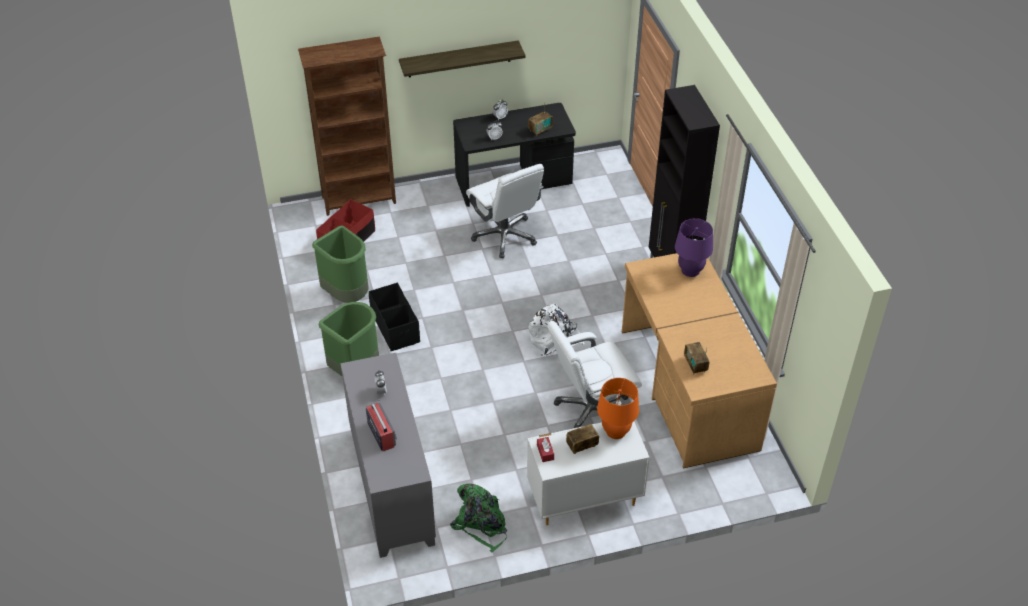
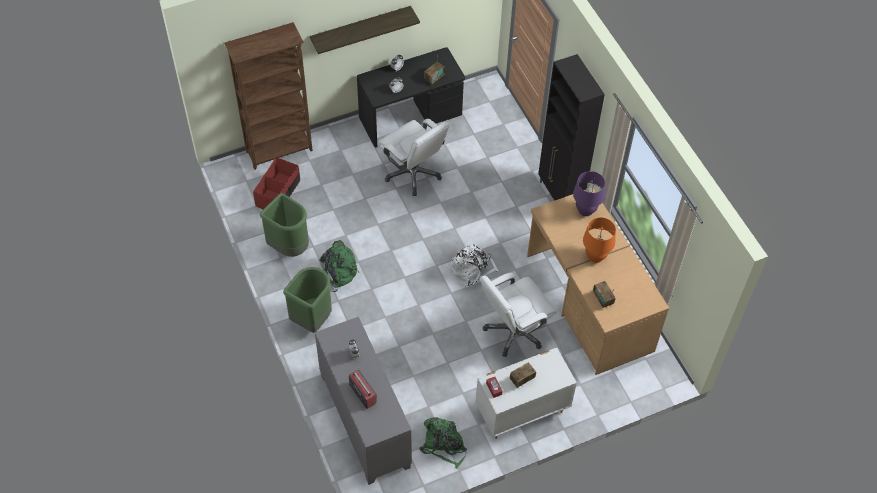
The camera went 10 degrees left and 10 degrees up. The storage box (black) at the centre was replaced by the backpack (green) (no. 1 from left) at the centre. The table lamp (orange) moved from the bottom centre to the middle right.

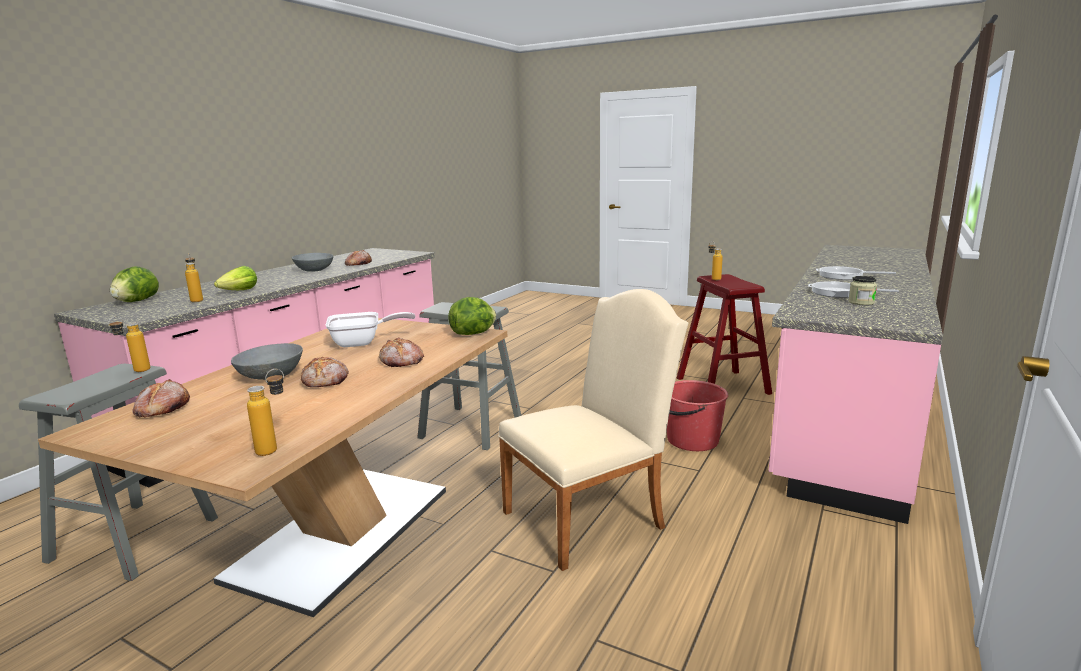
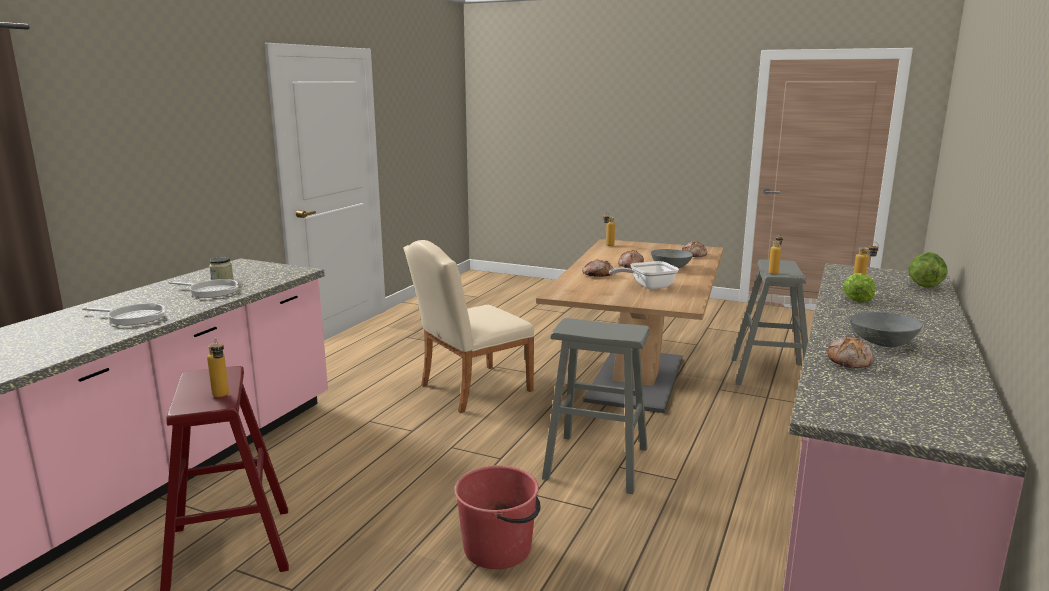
The camera went 175 degrees right and 0 degrees up. The lettuce (no. 3 from left) at the centre disappeared. The bucket (red) moved from the centre to the bottom centre.

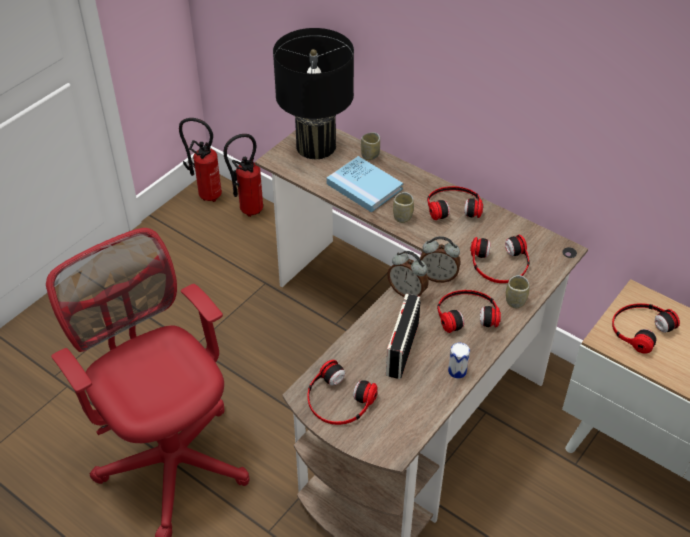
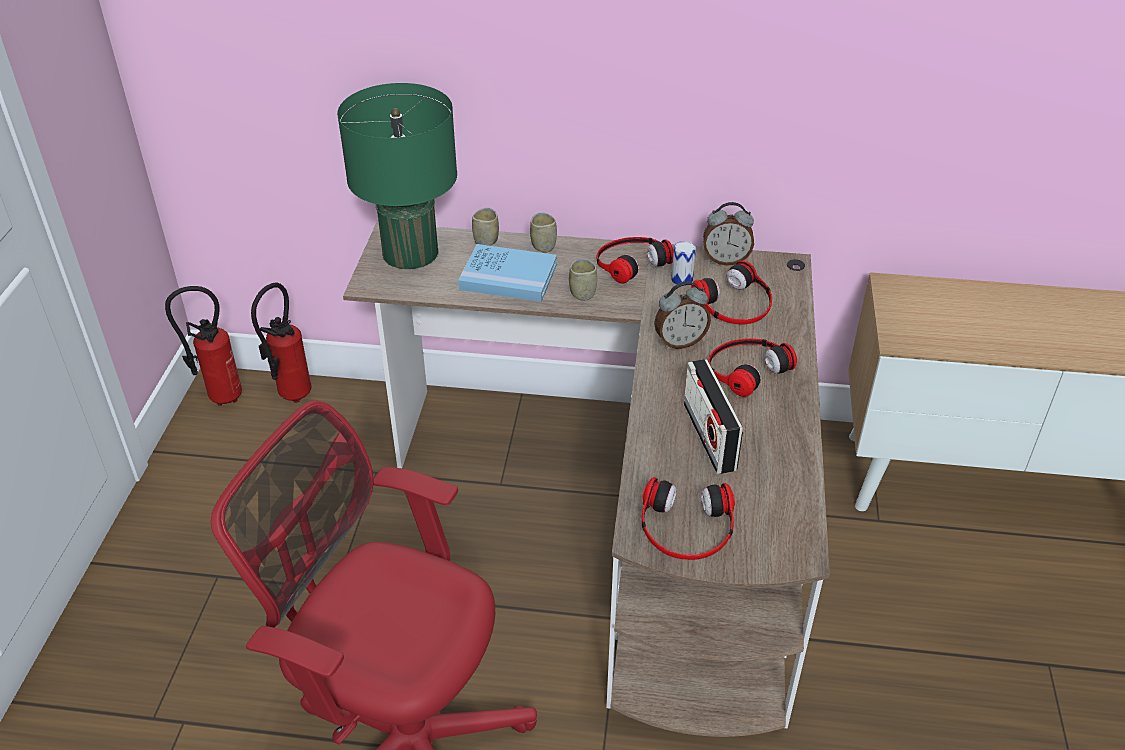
The camera went 30 degrees left and 5 degrees down. The table lamp (black) at the top centre became the table lamp (green) at the top centre. The alarm clock (no. 1 from left in the first image) moved from the centre to the top centre. The cup (no. 3 from left in the first image) moved from the middle right to the top centre. The headphones (no. 5 from left) at the middle right disappeared. The can moved from the bottom centre to the centre.

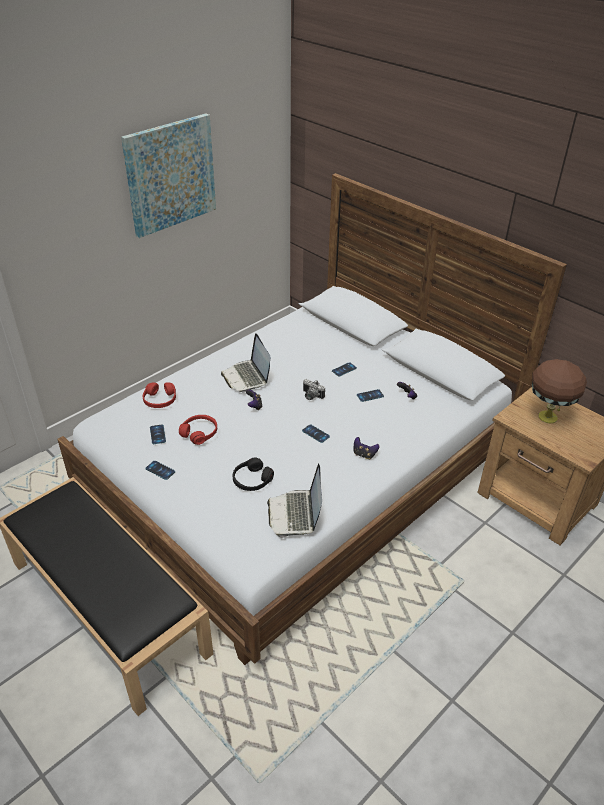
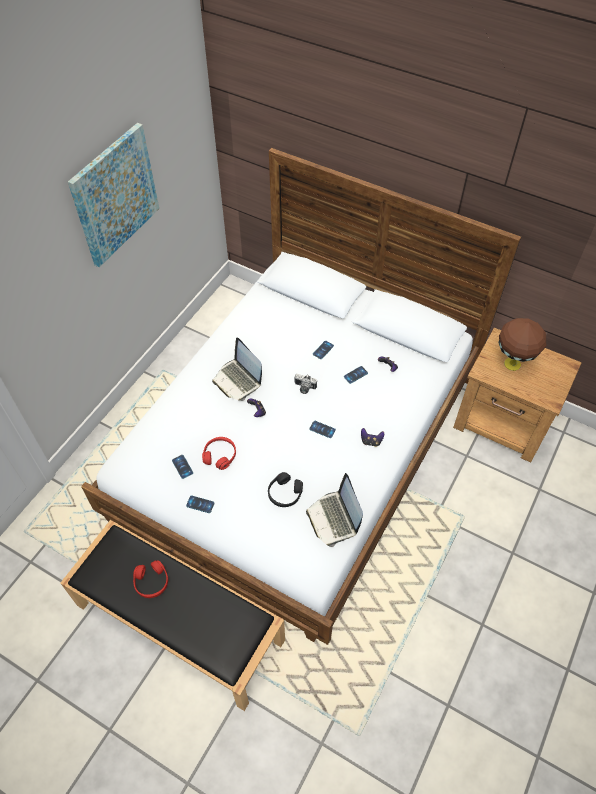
The camera went 15 degrees left and 15 degrees up. The headphones (red) (no. 1 from left) moved from the middle left to the bottom left.

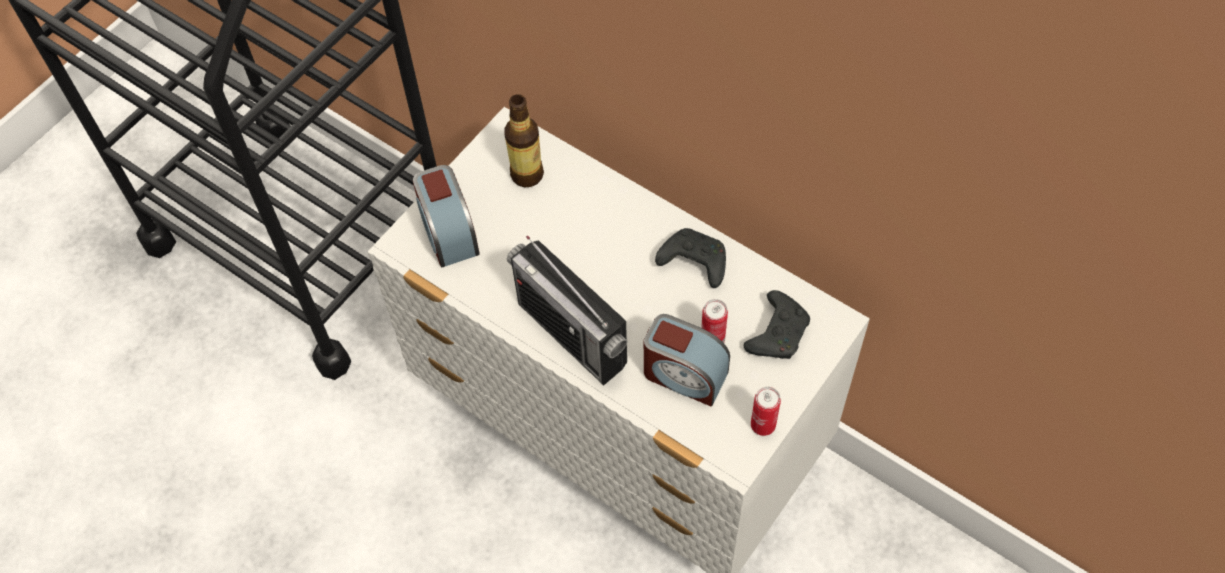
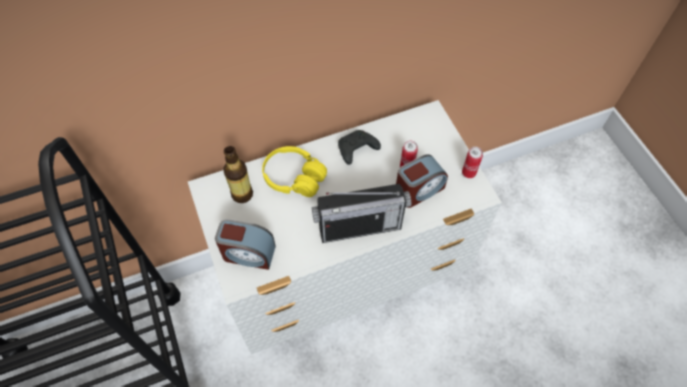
The camera went 60 degrees left and 0 degrees up. The game controller (black) (no. 2 from left) at the centre disappeared. The headphones (yellow) at the centre appeared.

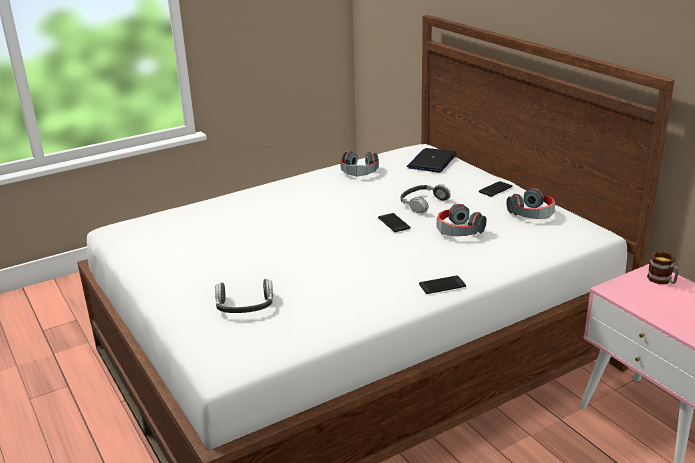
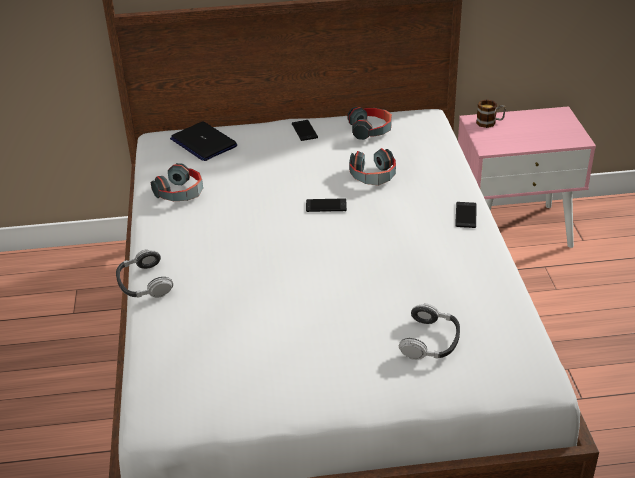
The camera went 65 degrees left and 10 degrees up. The headphones (no. 3 from left in the first image) moved from the centre to the middle left.

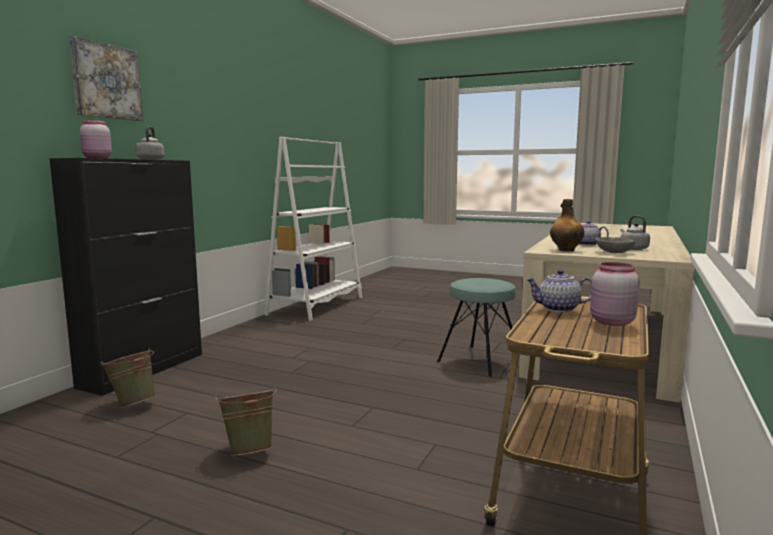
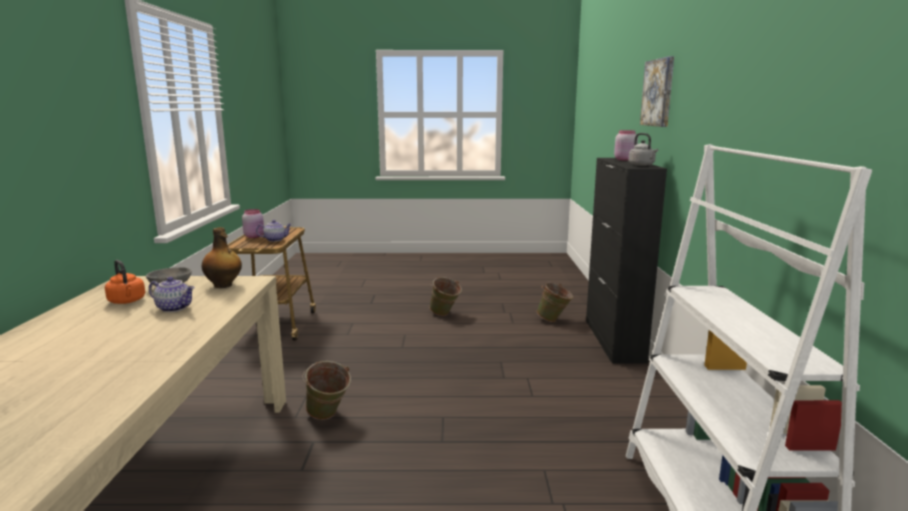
The camera went 155 degrees right and 5 degrees up. The kettle (grey) (no. 2 from left) at the middle right became the kettle (orange) at the middle left. The stool (turquoise) at the centre was replaced by the bucket (green) (no. 1 from left) at the bottom centre.

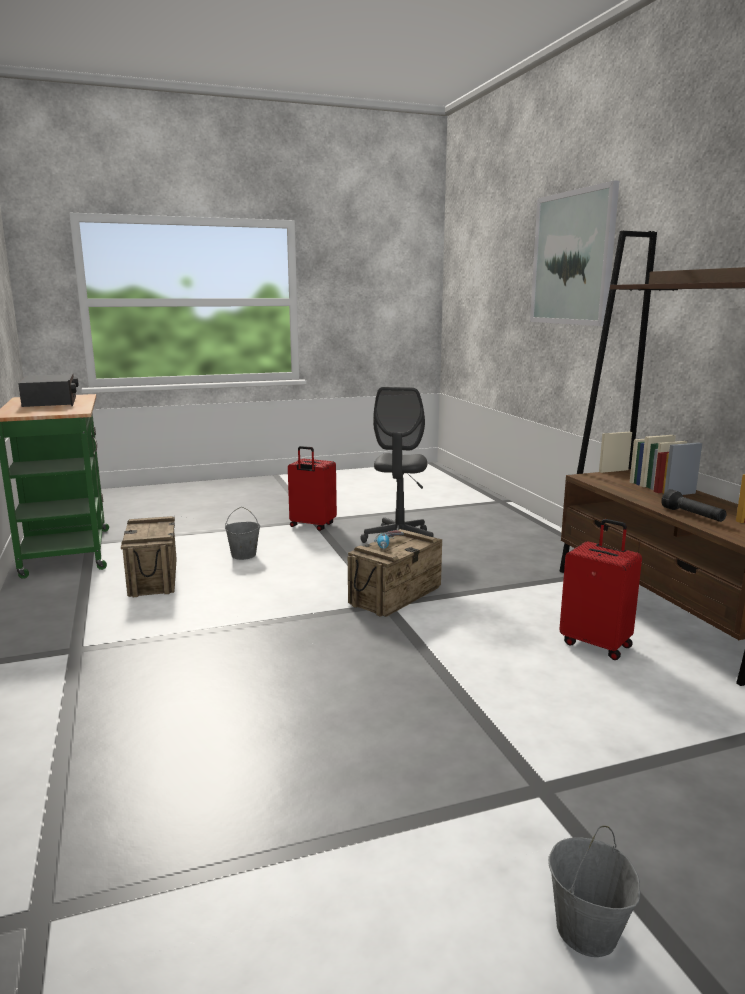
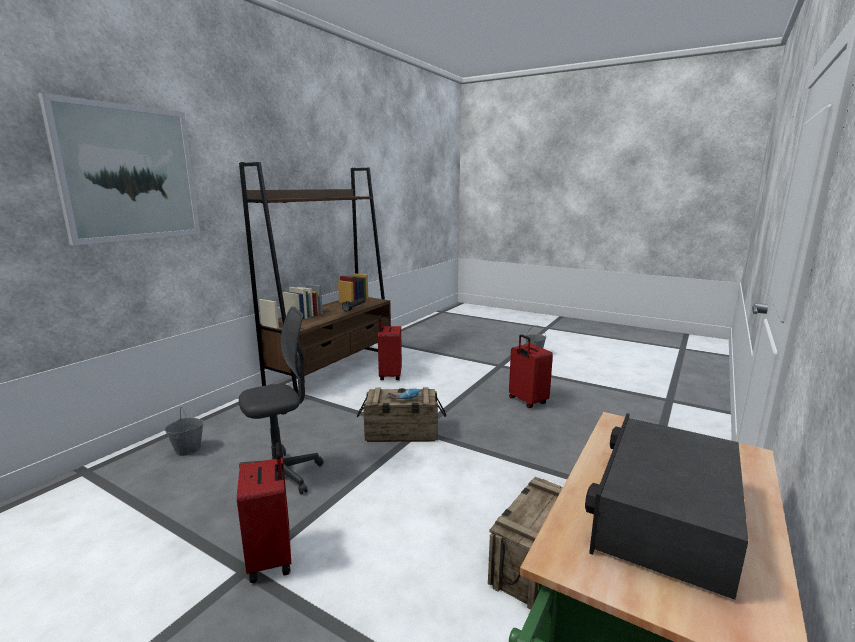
The camera went 130 degrees left and 0 degrees up. The bucket (grey) (no. 1 from left) moved from the middle left to the bottom left. The suitcase (red) (no. 3 from left) at the centre appeared.

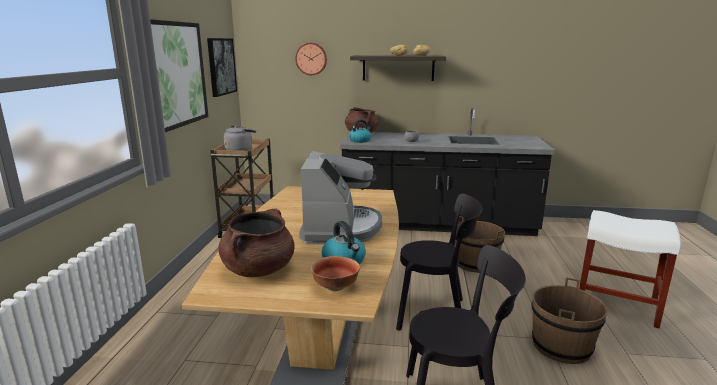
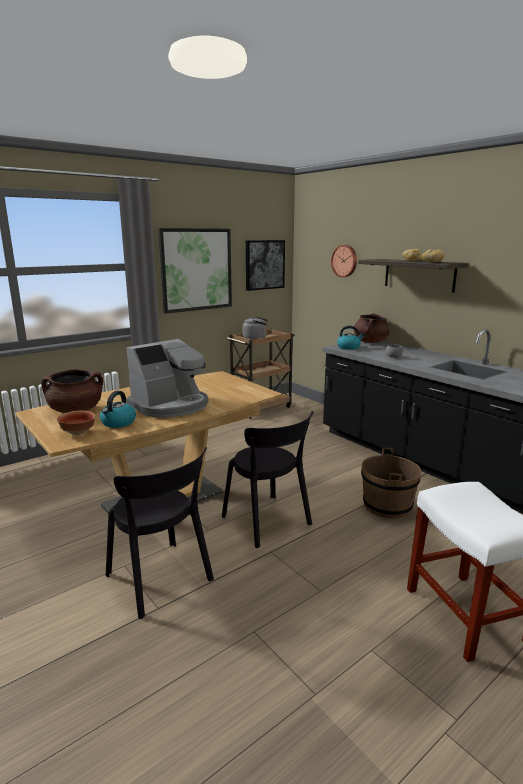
The camera went 45 degrees right and 0 degrees up. The bucket (brown) (no. 2 from left) at the bottom right disappeared.

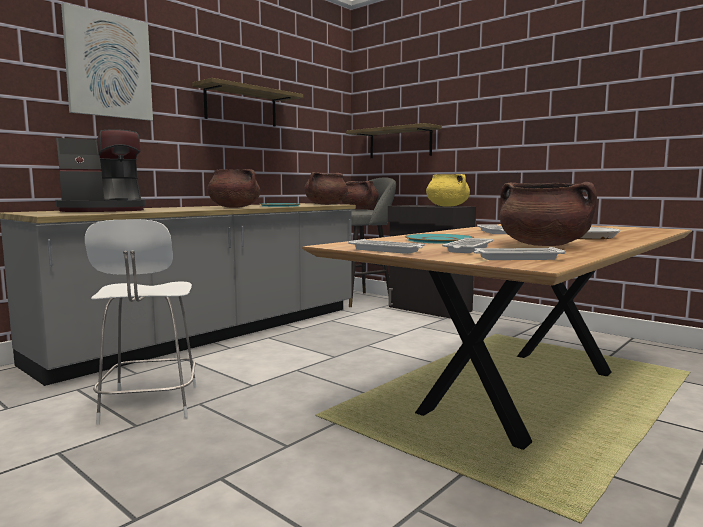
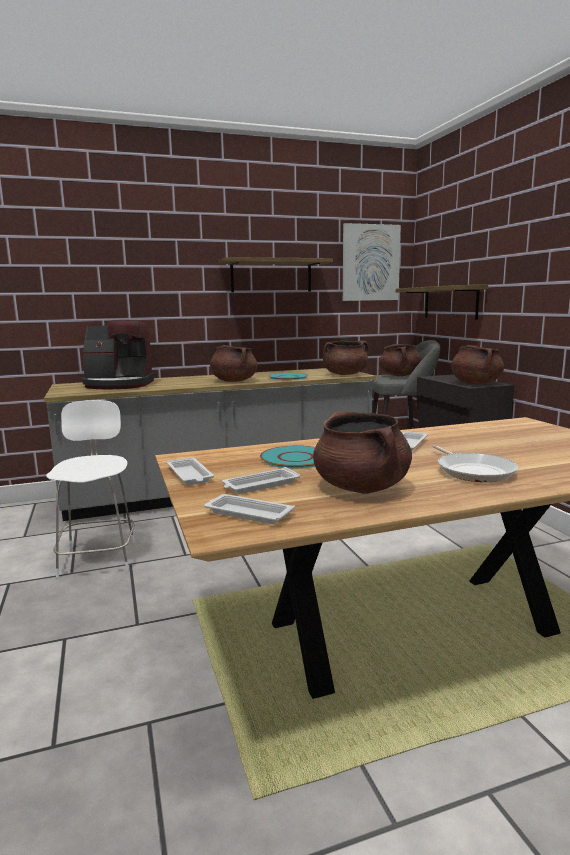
The camera went 30 degrees right and 5 degrees up. The picture moved from the top left to the top centre. The cooking pot (yellow) at the centre became the cooking pot (brown) (no. 5 from left) at the middle right. The chair (white) at the middle left turned 150 degrees clockwise.

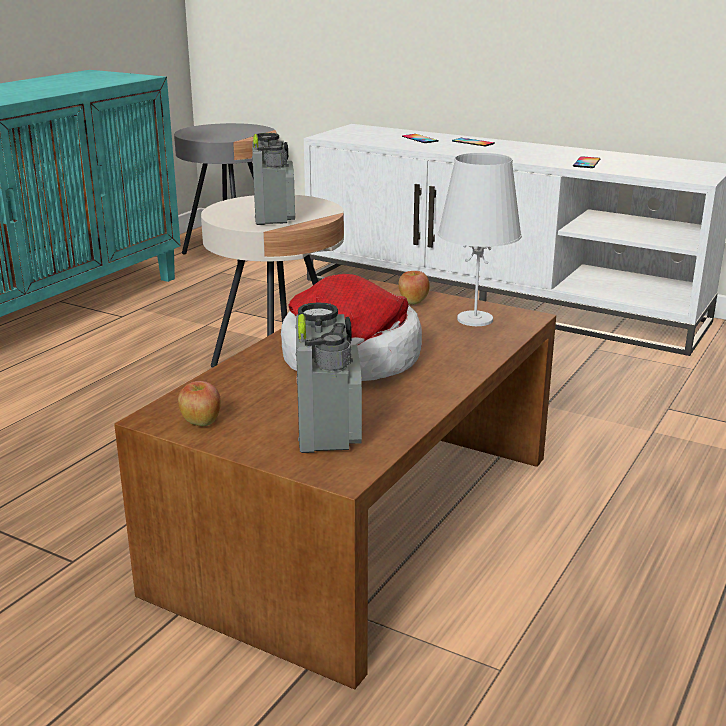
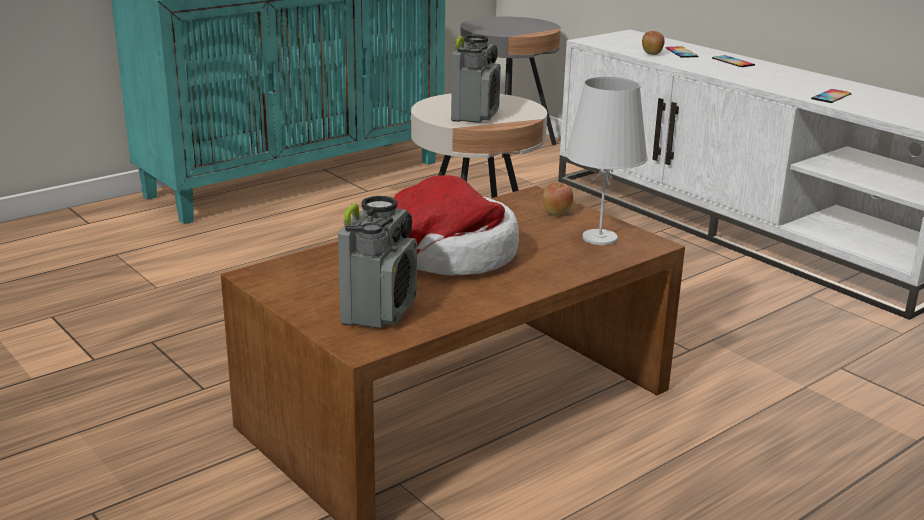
The camera went 20 degrees right and 0 degrees up. The apple (no. 1 from left in the first image) moved from the middle left to the top right.

